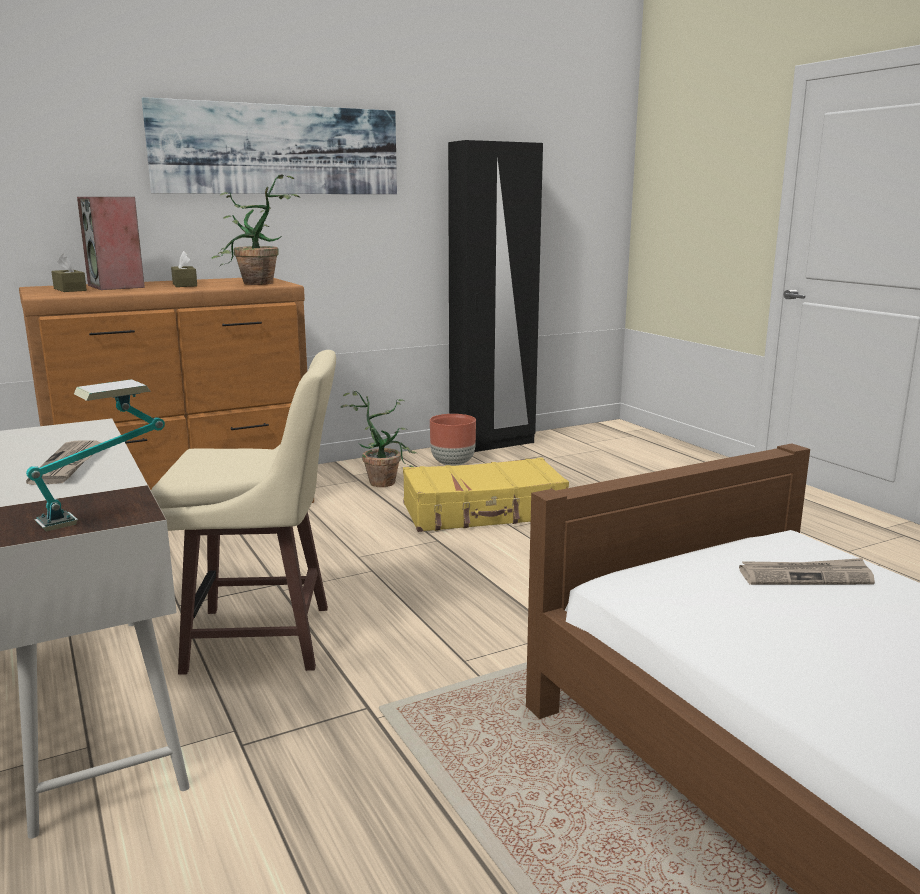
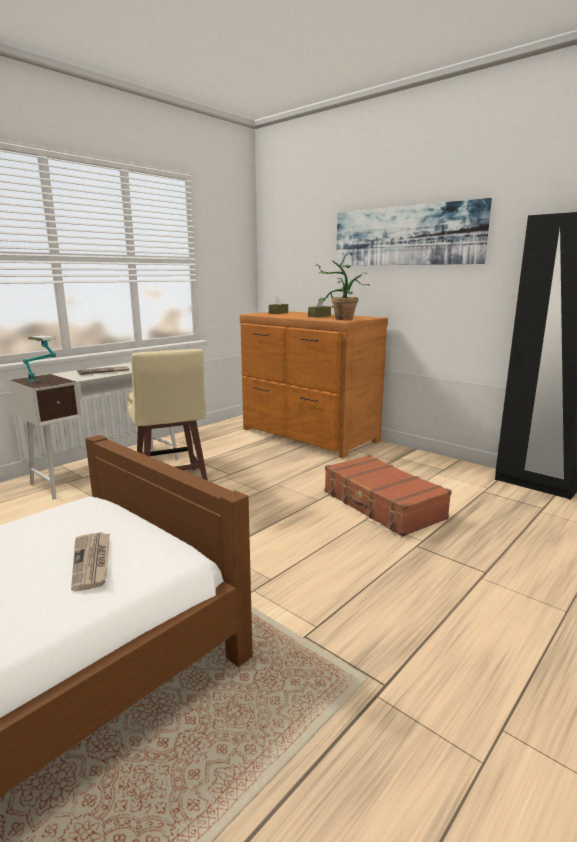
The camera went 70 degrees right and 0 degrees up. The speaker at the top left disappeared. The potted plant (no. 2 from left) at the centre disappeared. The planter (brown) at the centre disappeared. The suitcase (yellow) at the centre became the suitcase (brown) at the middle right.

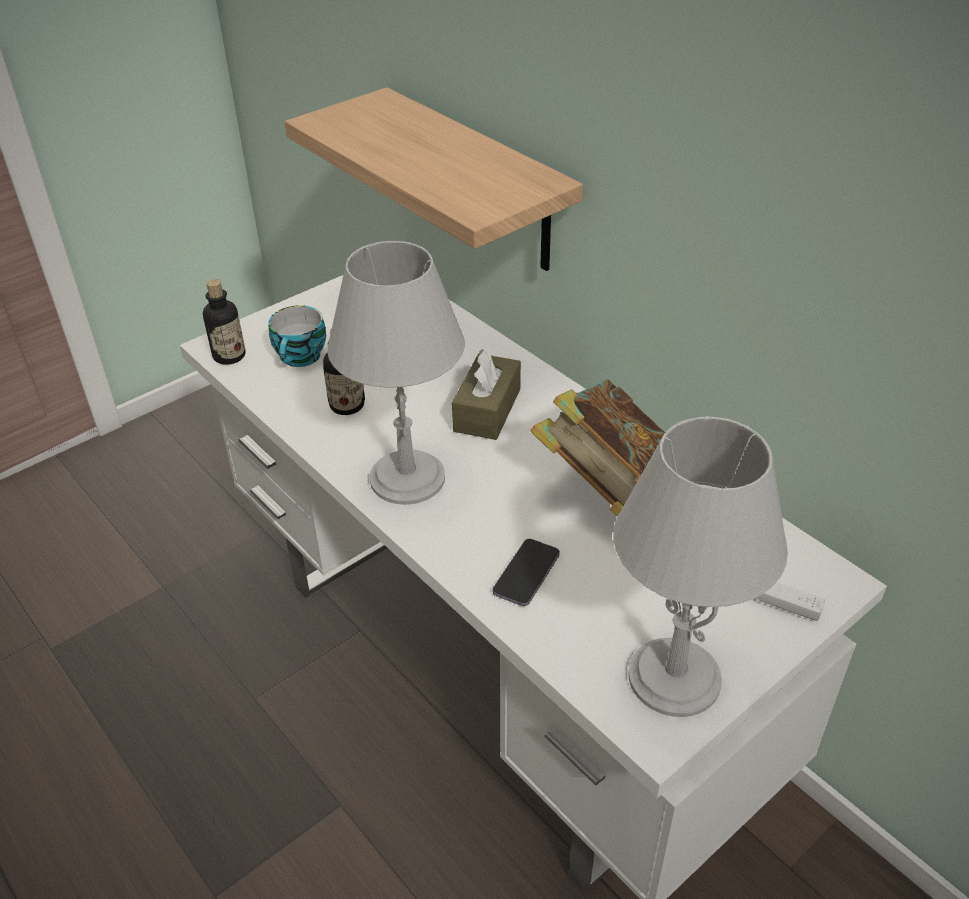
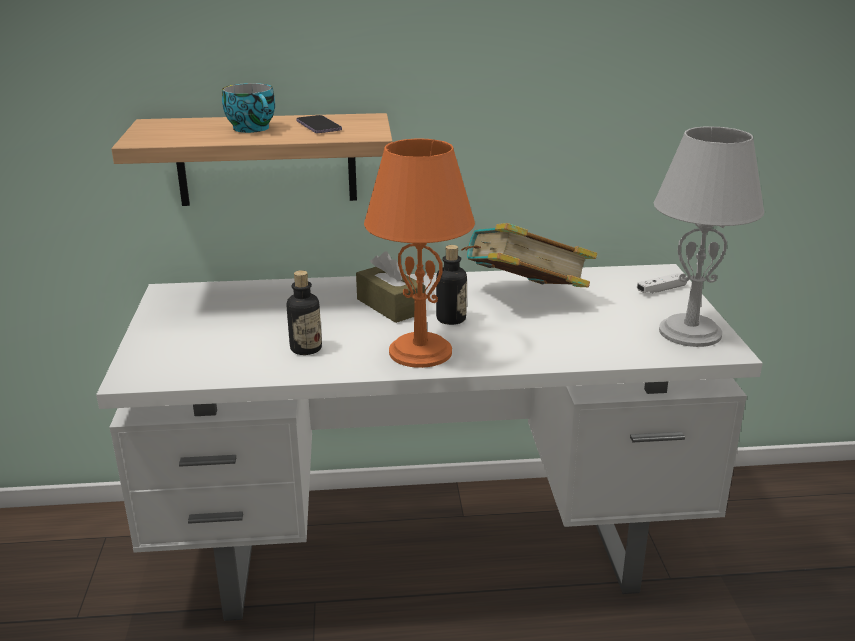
The camera went 55 degrees left and 15 degrees down. The table lamp (grey) (no. 1 from left) at the centre became the table lamp (orange) at the centre. The bottle (no. 1 from left in the first image) moved from the middle left to the centre. The cup moved from the middle left to the top left. The phone moved from the centre to the top centre.

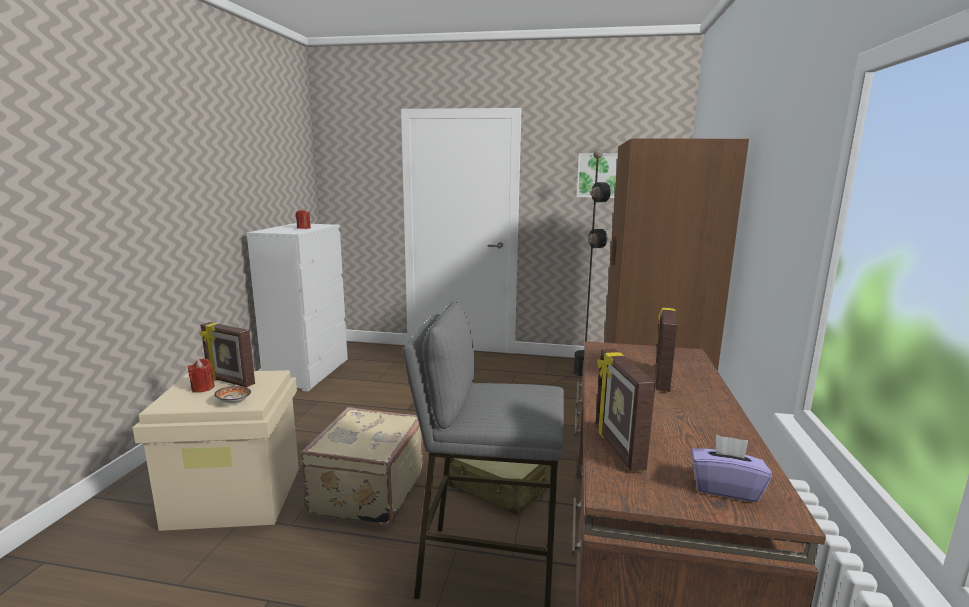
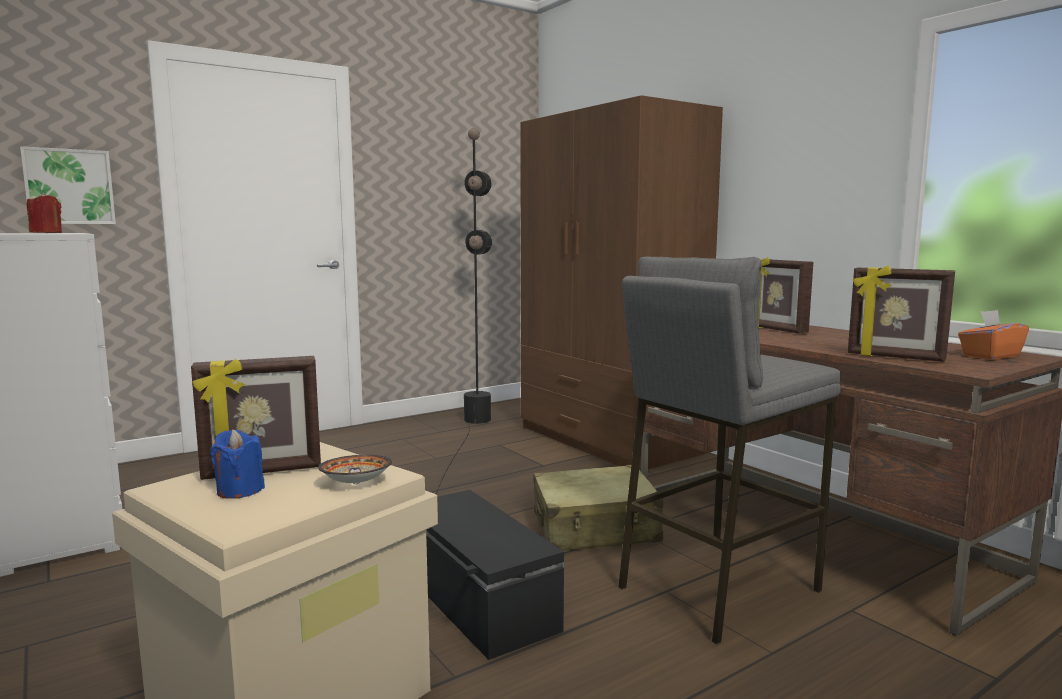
The camera went 45 degrees left and 5 degrees down. The picture moved from the top centre to the top left. The candle (red) (no. 1 from left) at the middle left became the candle (blue) at the middle left. The suitcase (beige) (no. 1 from left) at the bottom centre was replaced by the storage box (black) at the bottom centre. The tissue box (purple) at the bottom right became the tissue box (orange) at the middle right.

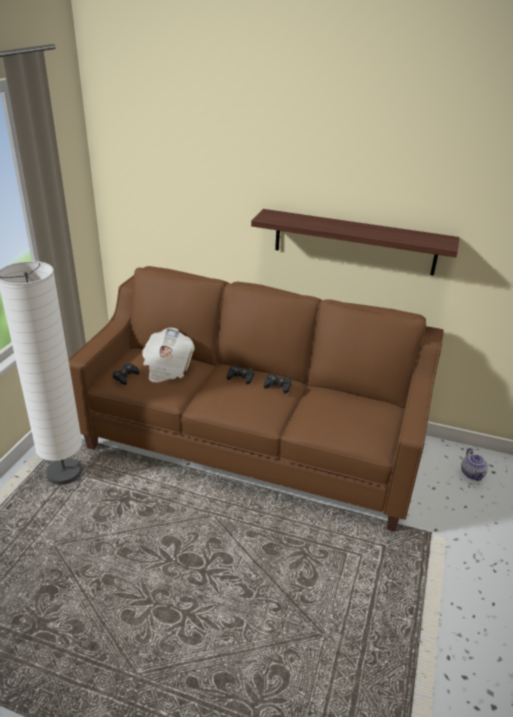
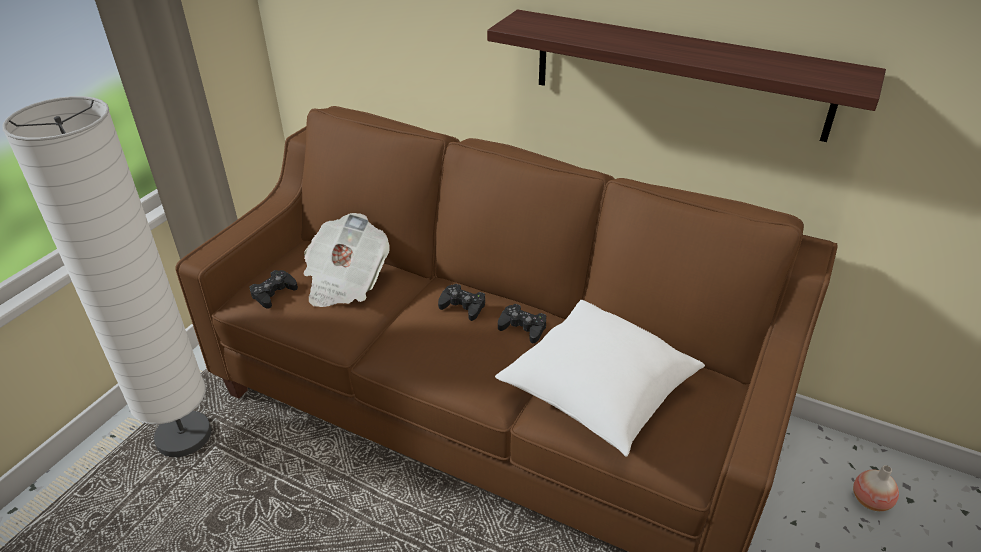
The camera went 10 degrees right and 5 degrees up. The teapot at the middle right was replaced by the vase at the bottom right. The pillow (white) at the bottom centre appeared.

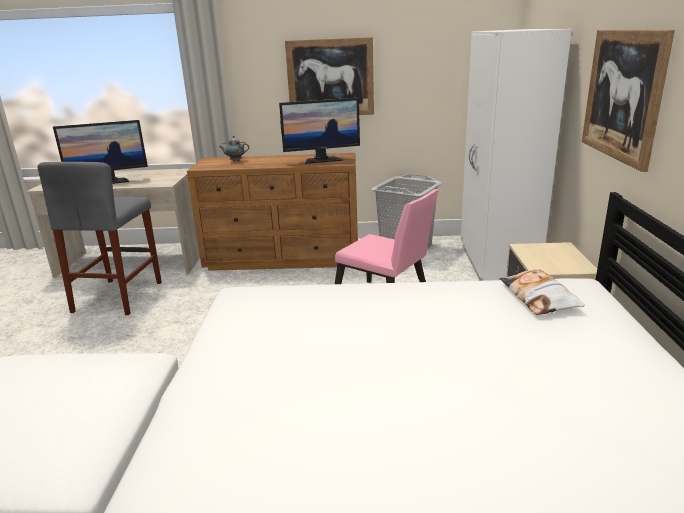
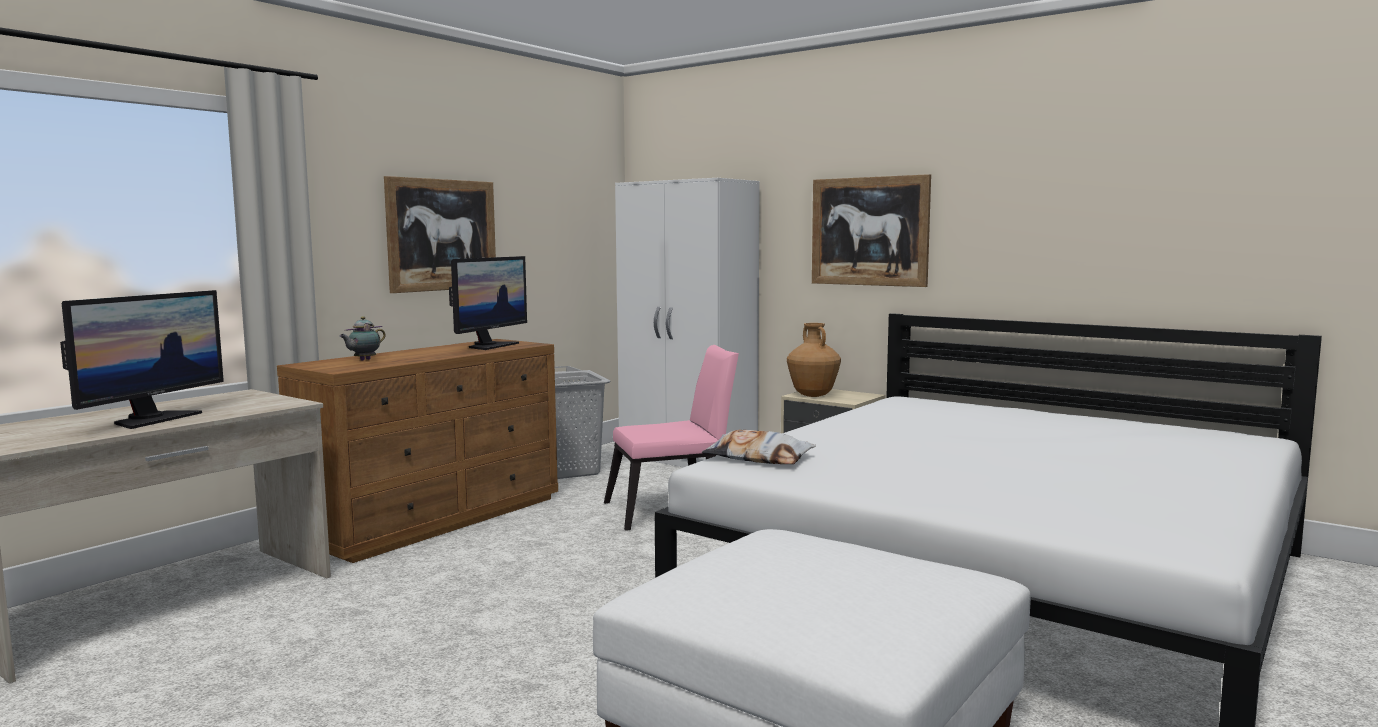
The camera went 55 degrees left and 15 degrees down. The stool (grey) at the middle left disappeared. The pillow moved from the middle right to the centre. The vase (brown) at the centre appeared.

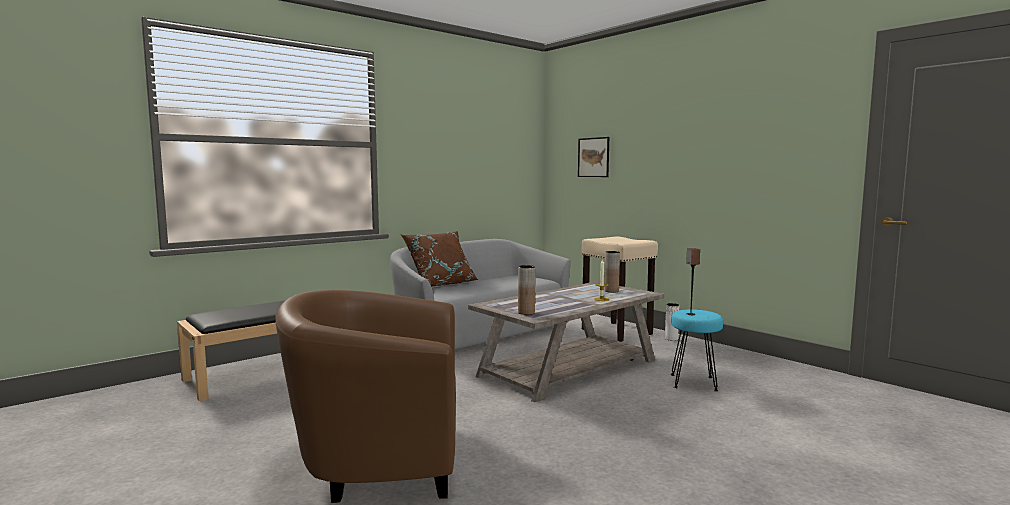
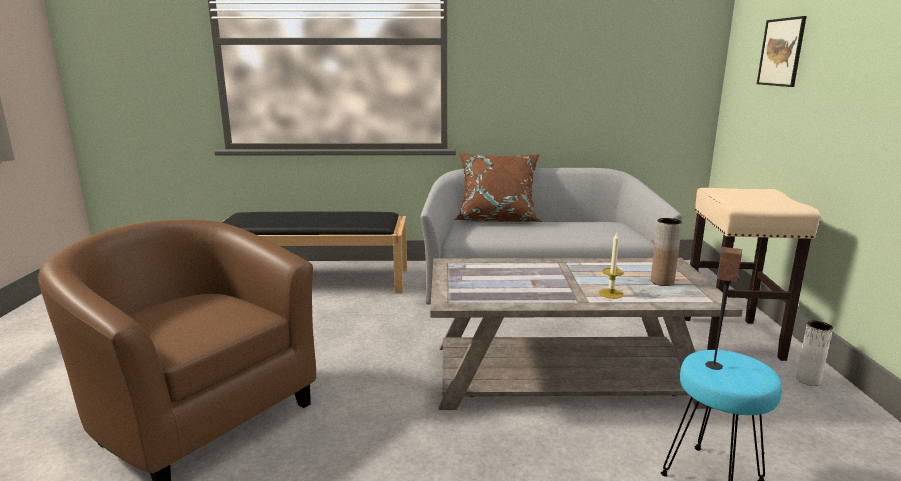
The camera went 40 degrees right and 10 degrees up. The vase (brown) (no. 1 from left) at the centre disappeared.

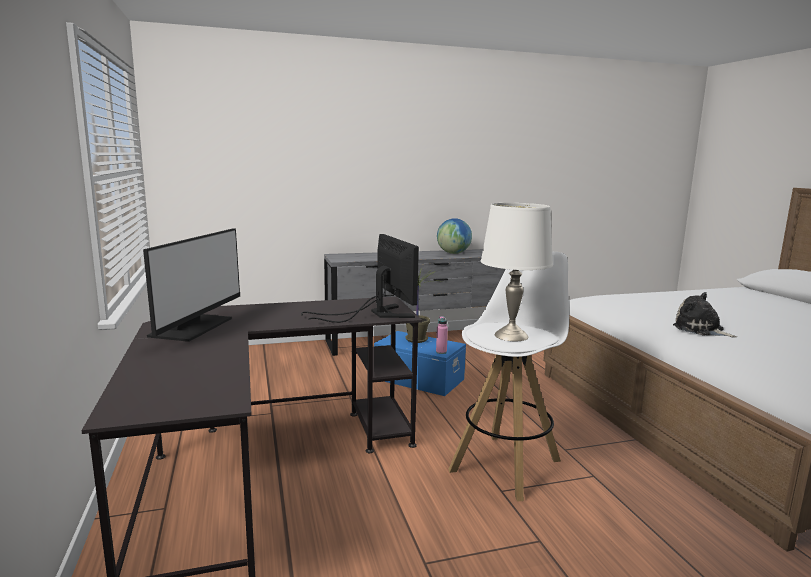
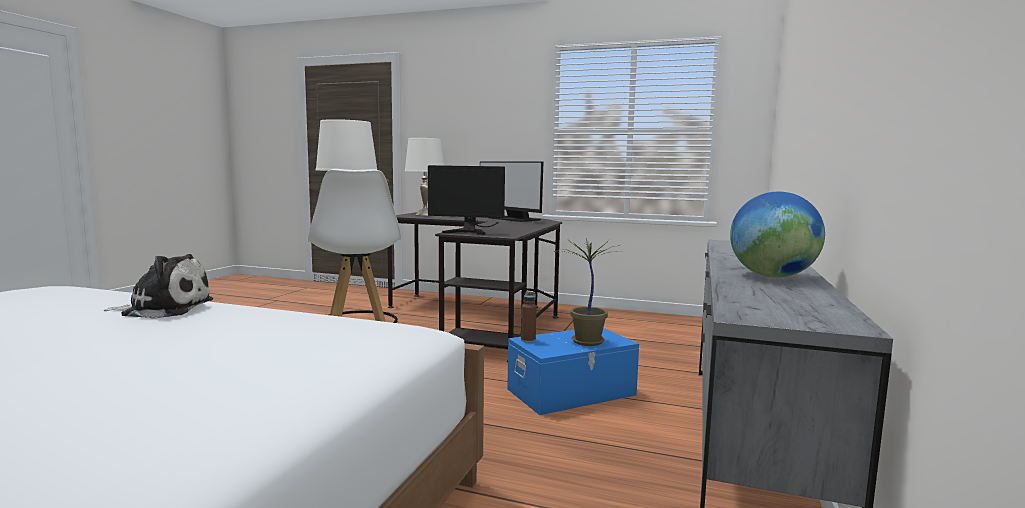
The camera went 125 degrees right and 5 degrees down. The bottle (pink) at the centre became the bottle (brown) at the centre. The table lamp (white) (no. 2 from left) at the centre appeared.

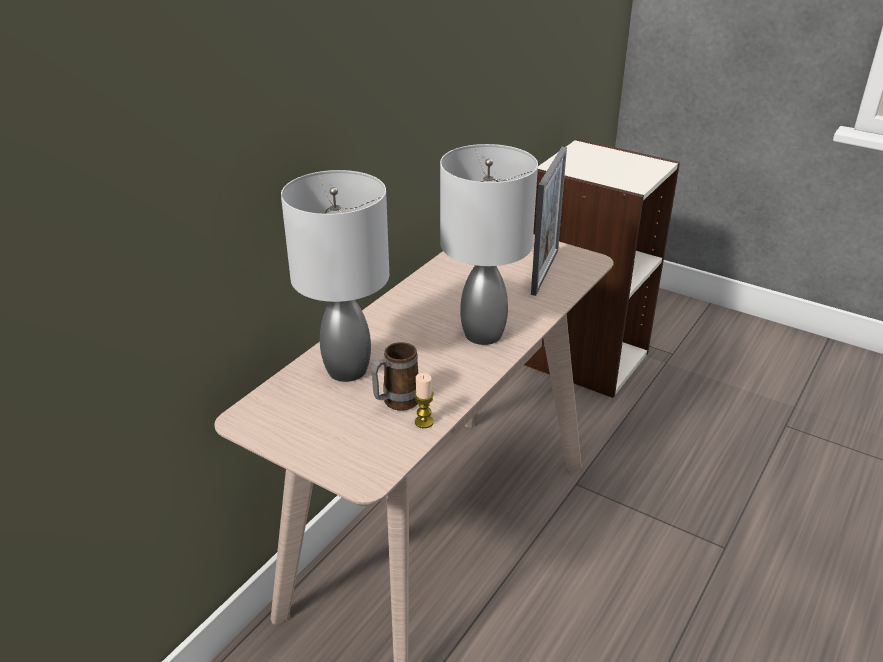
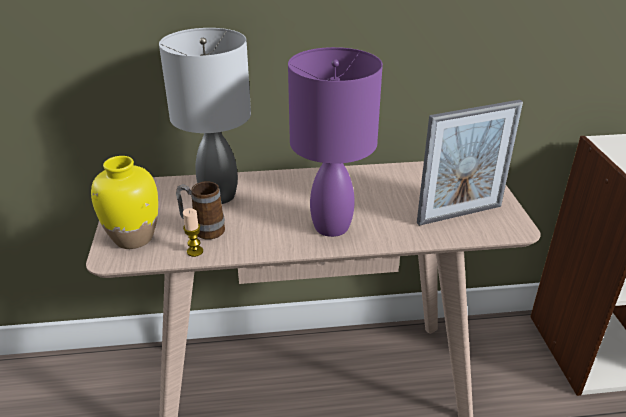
The camera went 50 degrees right and 0 degrees up. The table lamp (grey) (no. 2 from left) at the centre became the table lamp (purple) at the centre. The vase (yellow) at the middle left appeared.

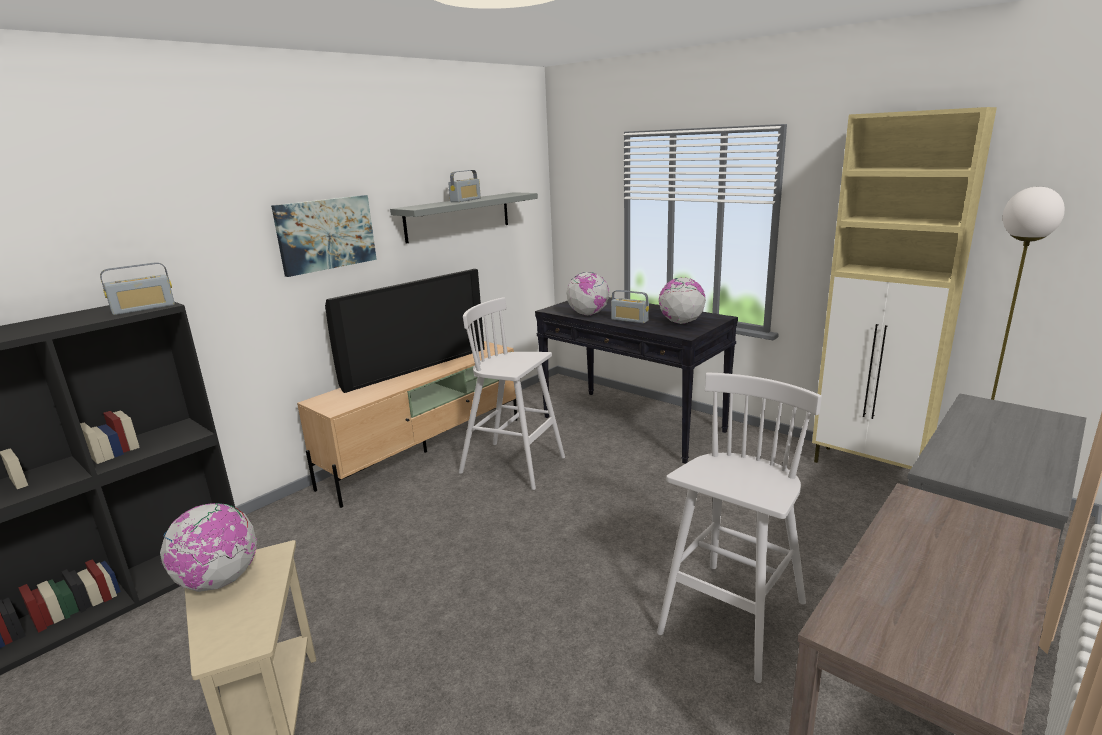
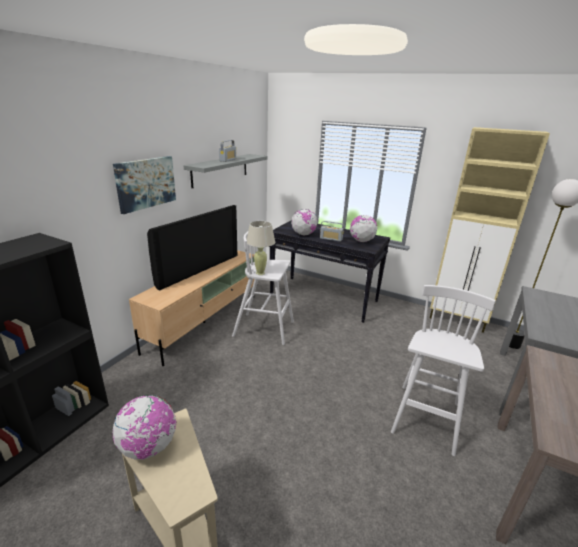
The camera went 15 degrees left and 5 degrees up. The radio (no. 1 from left) at the middle left disappeared. The table lamp (beige) at the centre appeared.

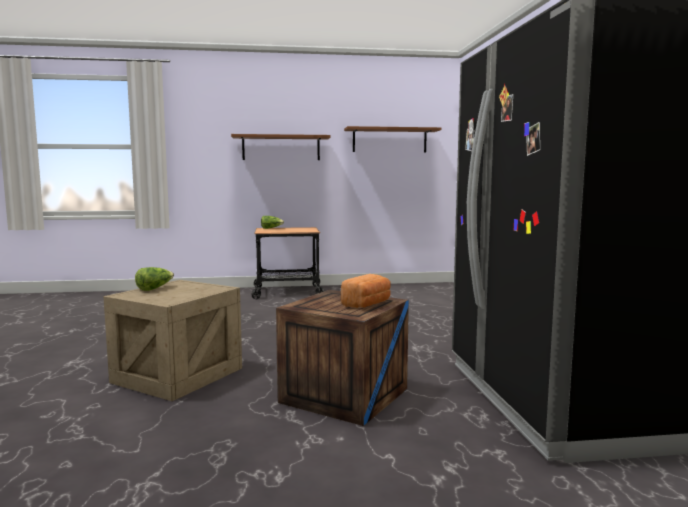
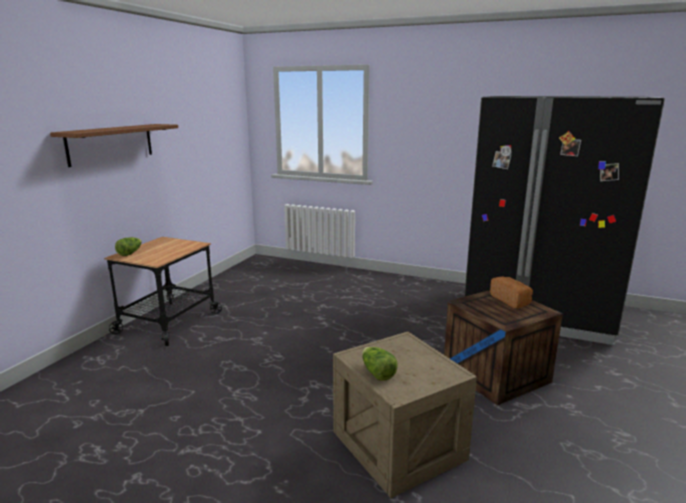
The camera went 60 degrees left and 10 degrees up. The shelf (brown) (no. 2 from left) at the top centre disappeared.

